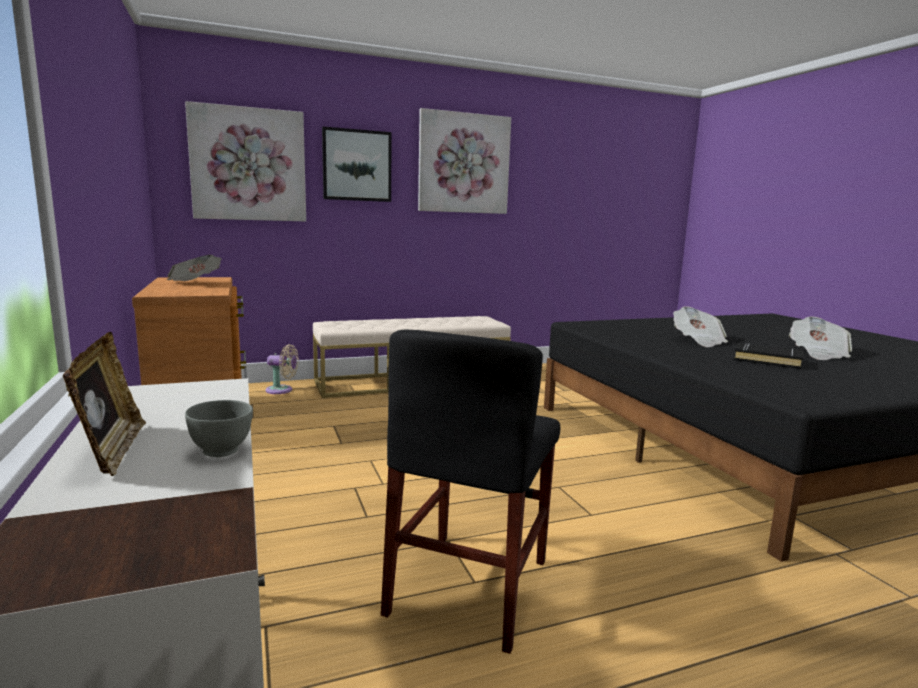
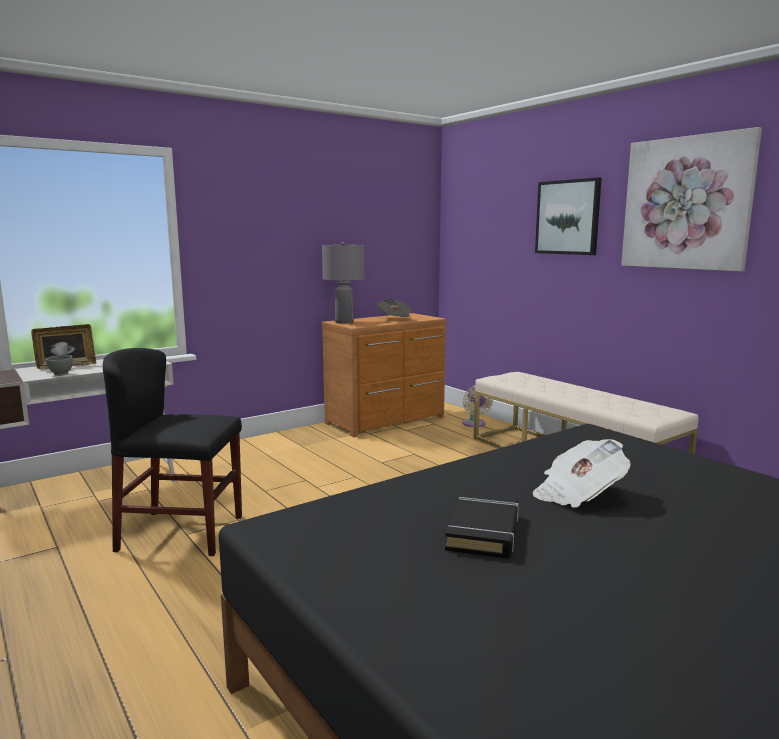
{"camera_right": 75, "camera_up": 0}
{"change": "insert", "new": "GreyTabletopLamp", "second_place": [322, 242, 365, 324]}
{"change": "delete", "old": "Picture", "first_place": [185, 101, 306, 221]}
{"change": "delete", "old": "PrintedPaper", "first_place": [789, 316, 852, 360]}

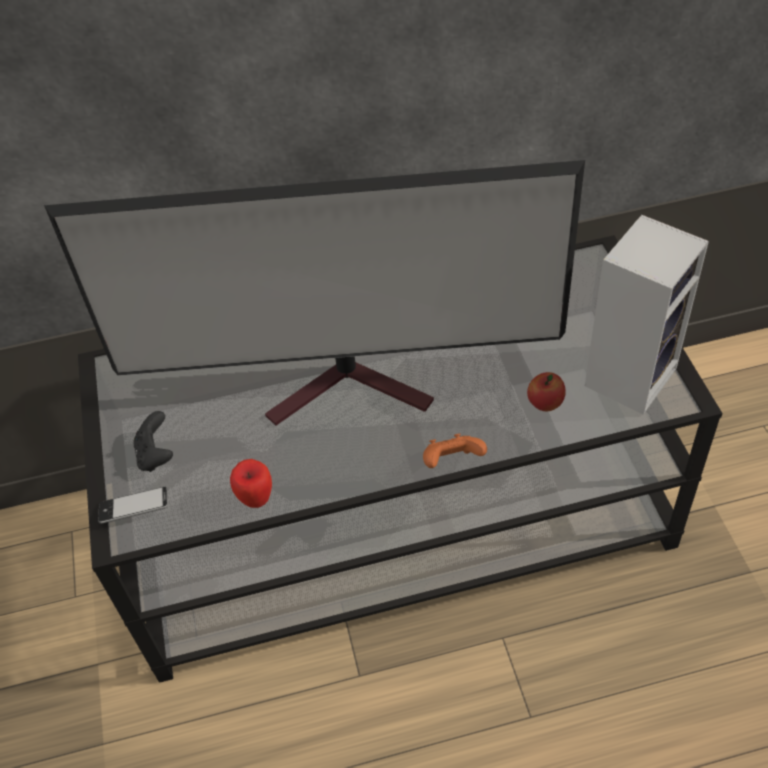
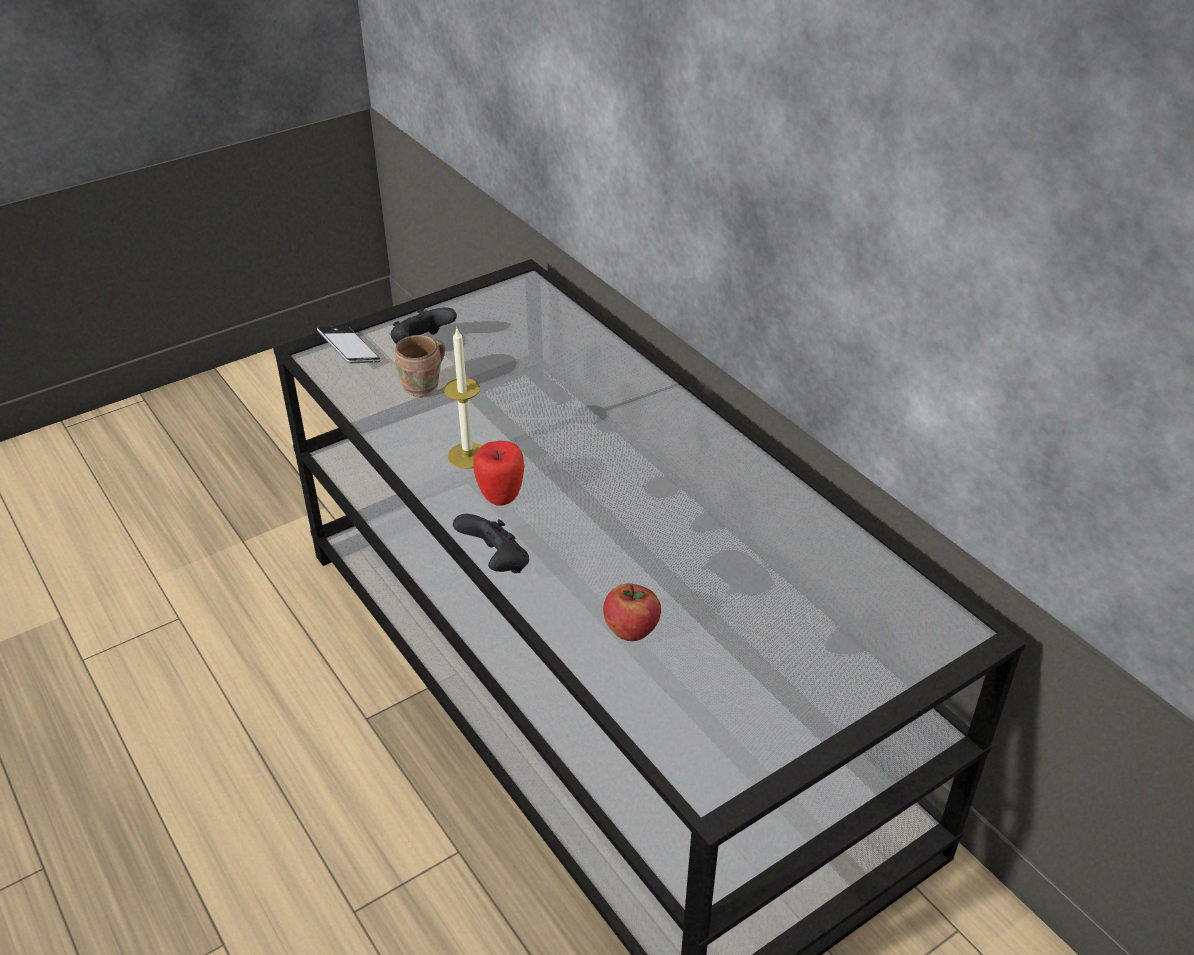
{"camera_right": 65, "camera_up": -10}
{"change": "insert", "new": "BrownTeaMug", "second_place": [395, 335, 445, 397]}
{"change": "insert", "new": "WaxLight", "second_place": [444, 329, 482, 469]}
{"change": "recolor", "old": "OrangeColouredJoypad", "new": "BlackishJoypad", "first_place": [423, 433, 487, 468], "second_place": [453, 514, 529, 573]}
{"change": "move", "old": "AppleFruit", "first_place": [230, 459, 272, 508], "second_place": [473, 441, 524, 506]}
{"change": "delete", "old": "TvSet", "first_place": [44, 160, 585, 426]}
{"change": "delete", "old": "Speaker", "first_place": [585, 215, 709, 415]}

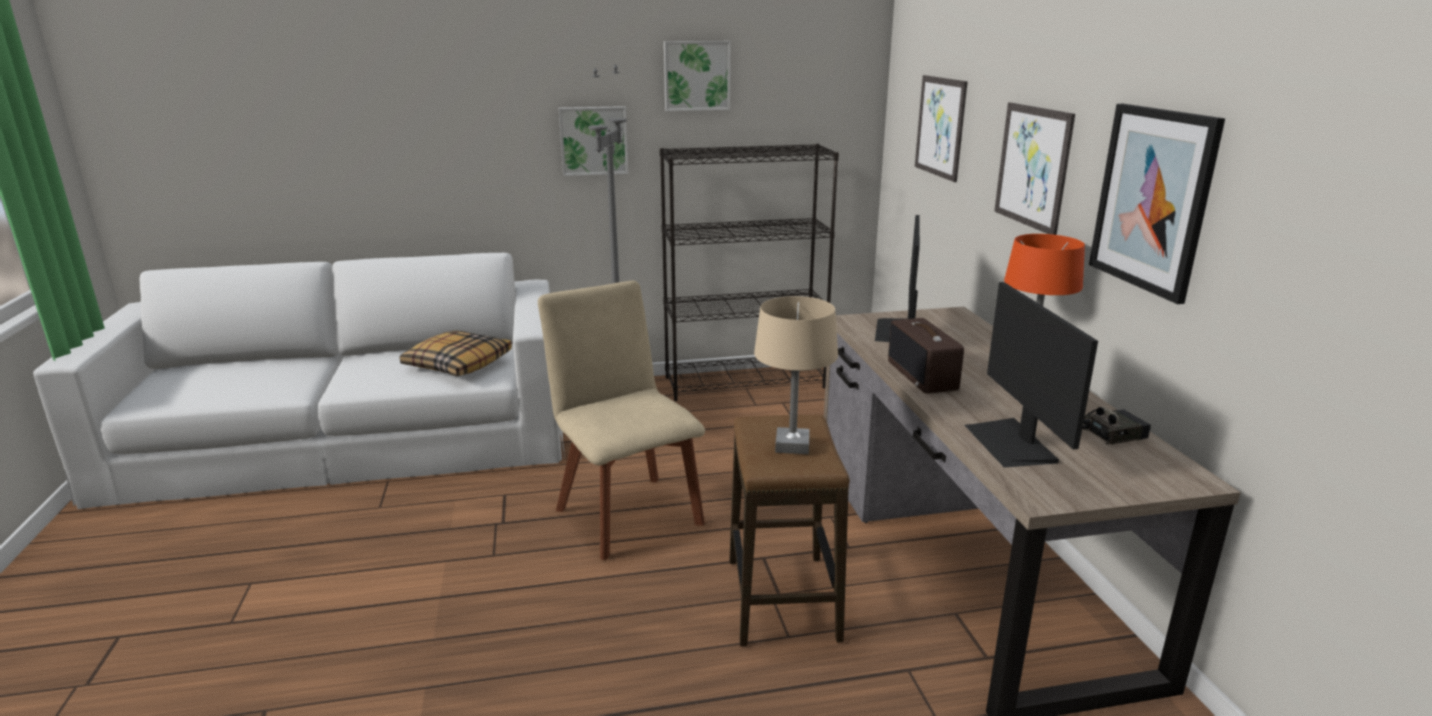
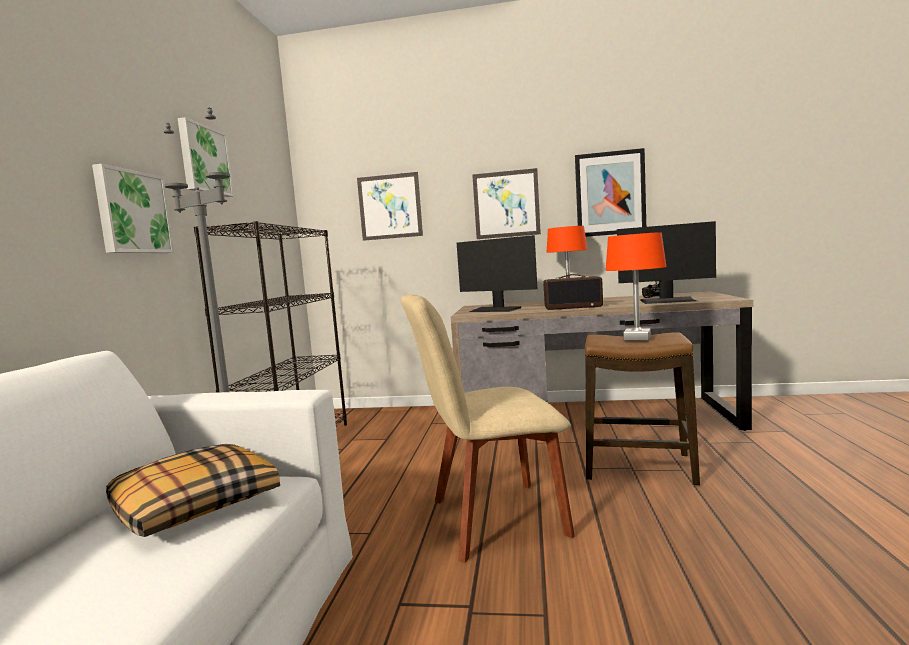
{"camera_right": -70, "camera_up": -15}
{"change": "recolor", "old": "BeigeColouredTabletopLamp", "new": "OrangeColouredTabletopLamp", "first_place": [754, 296, 838, 454], "second_place": [606, 232, 666, 341]}

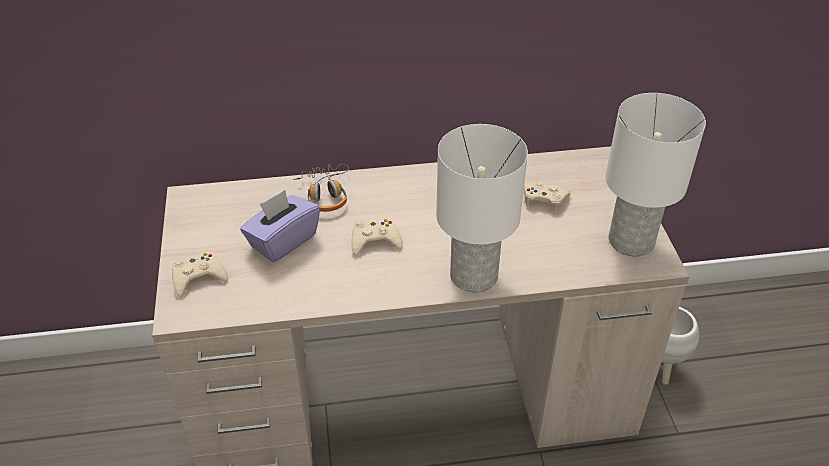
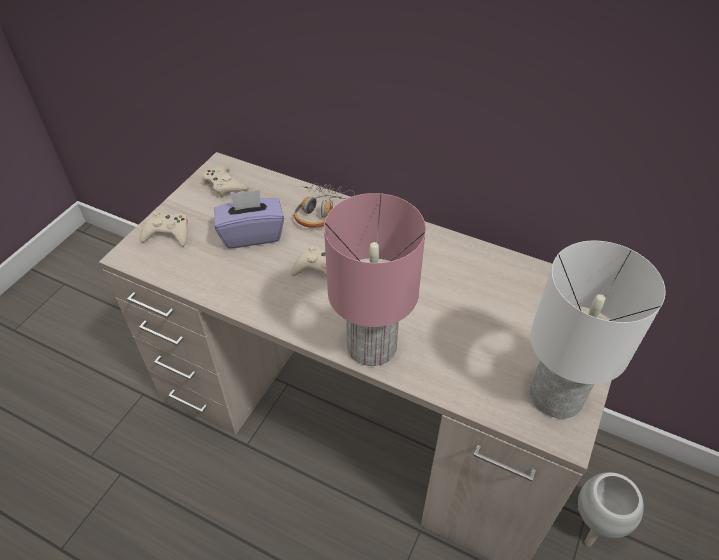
{"camera_right": 35, "camera_up": 5}
{"change": "move", "old": "BeigeColouredJoypad", "first_place": [524, 181, 571, 211], "second_place": [203, 166, 249, 198]}
{"change": "recolor", "old": "WhiteTabletopLamp", "new": "PinkishTabletopLamp", "first_place": [436, 124, 528, 292], "second_place": [324, 193, 426, 366]}

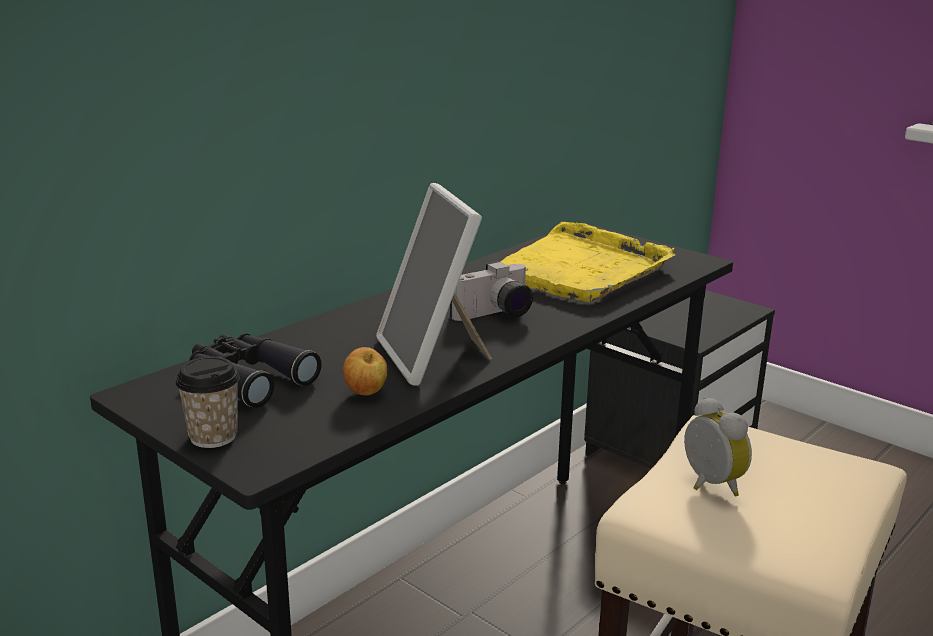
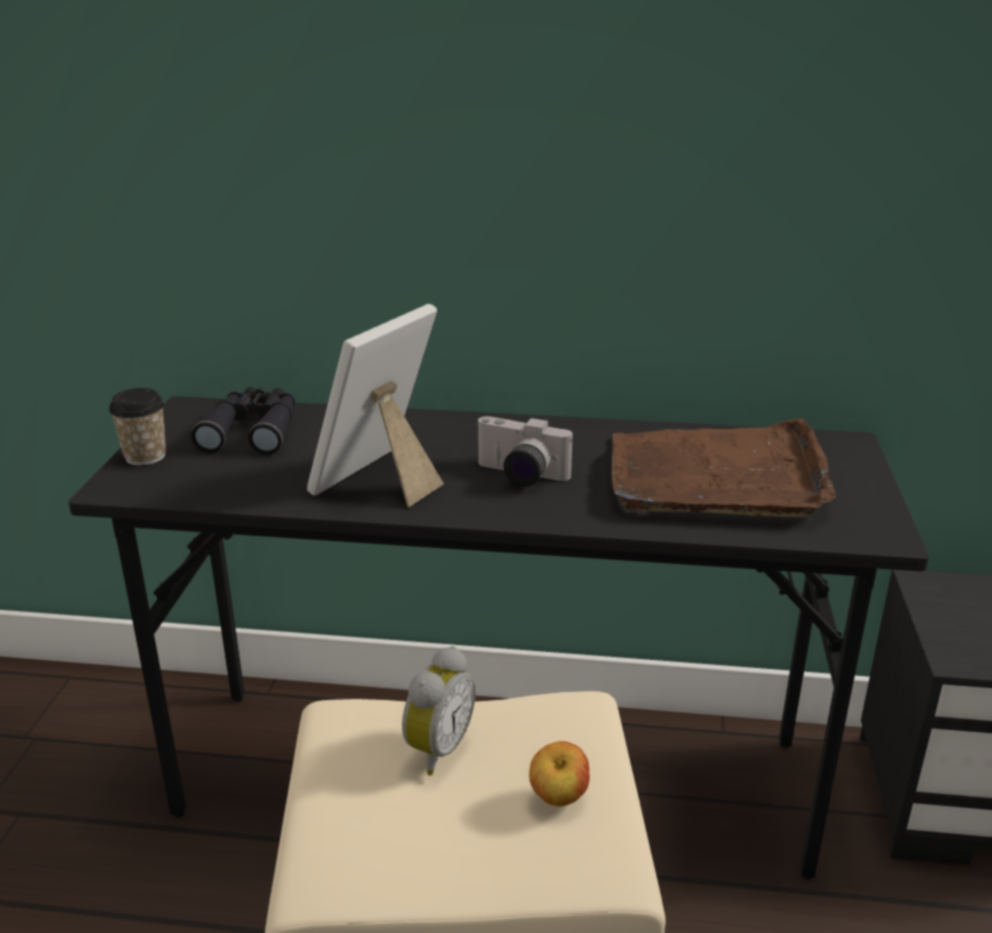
{"camera_right": 55, "camera_up": 5}
{"change": "move", "old": "AppleFruit", "first_place": [343, 347, 387, 396], "second_place": [529, 741, 590, 807]}
{"change": "recolor", "old": "YellowCarryingTray", "new": "BrownCarryingTray", "first_place": [501, 222, 675, 302], "second_place": [611, 418, 836, 517]}

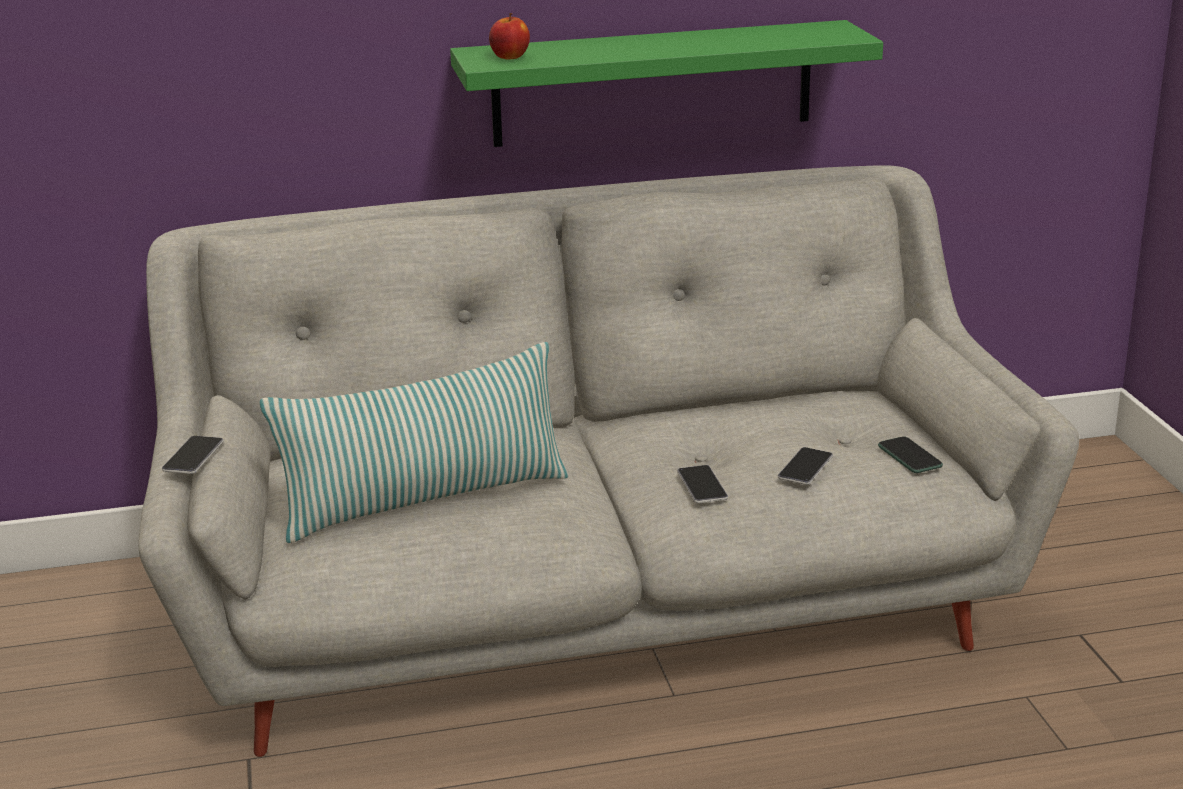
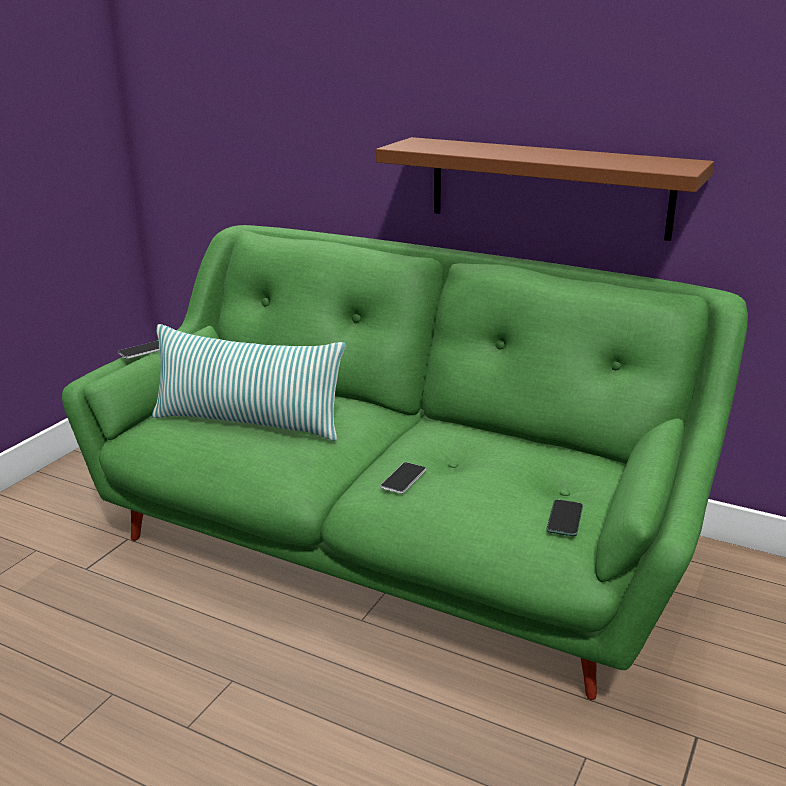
{"camera_right": 40, "camera_up": 0}
{"change": "recolor", "old": "GreySettee", "new": "GreenSettee", "first_place": [138, 165, 1079, 757], "second_place": [62, 225, 748, 700]}
{"change": "recolor", "old": "GreenShelf", "new": "BrownShelf", "first_place": [450, 20, 883, 147], "second_place": [376, 137, 714, 241]}
{"change": "delete", "old": "AppleFruit", "first_place": [489, 13, 530, 60]}
{"change": "delete", "old": "Phone", "first_place": [778, 447, 833, 485]}

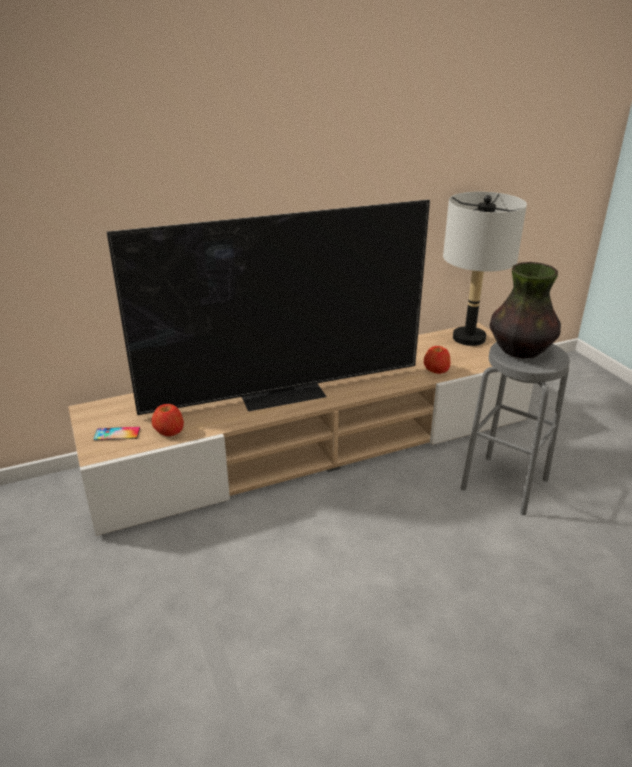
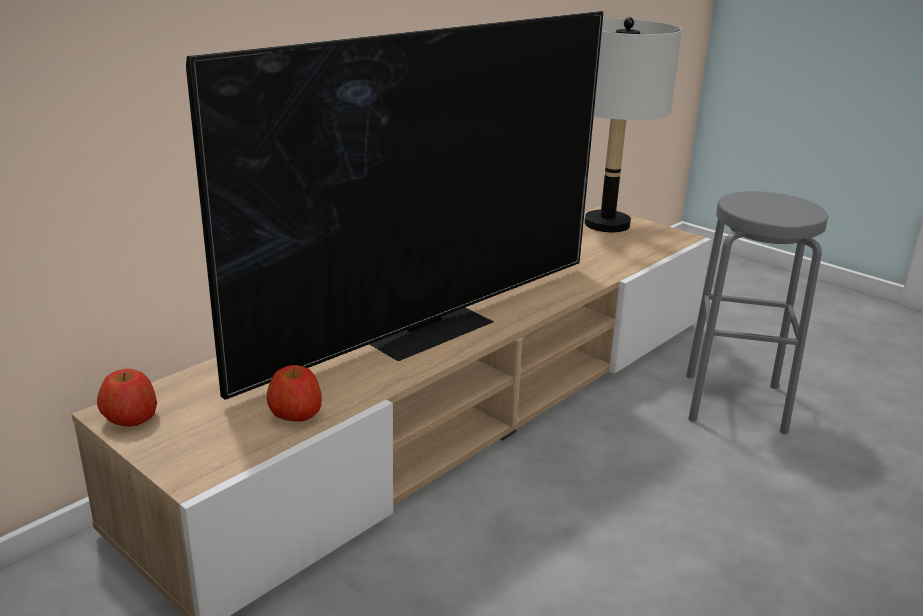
{"camera_right": -25, "camera_up": -5}
{"change": "move", "old": "AppleFruit", "first_place": [424, 346, 451, 374], "second_place": [97, 369, 157, 426]}
{"change": "delete", "old": "Phone", "first_place": [94, 427, 140, 440]}
{"change": "delete", "old": "Vase", "first_place": [490, 262, 561, 359]}

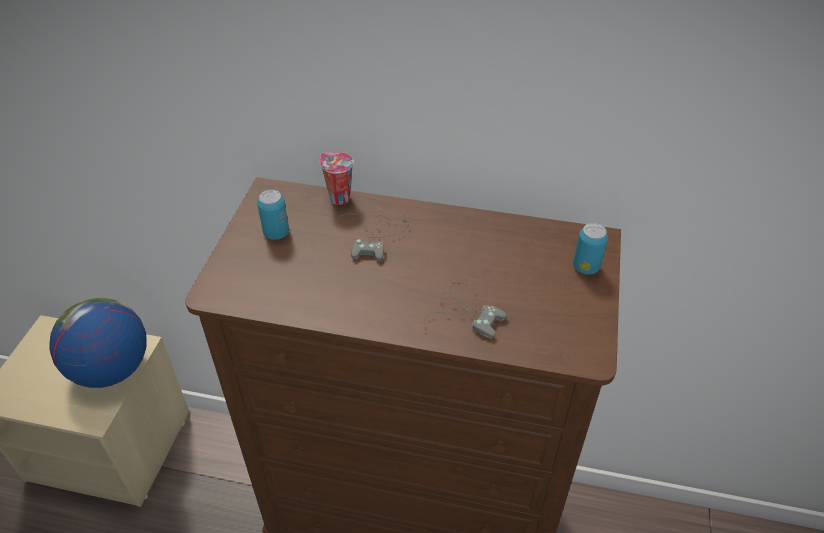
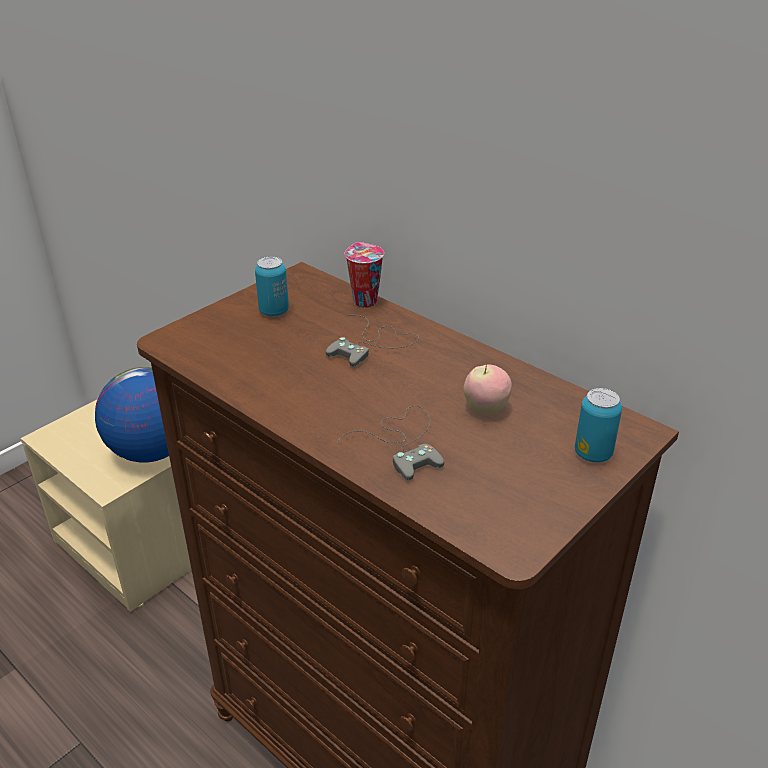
{"camera_right": 30, "camera_up": -10}
{"change": "insert", "new": "AppleFruit", "second_place": [463, 364, 512, 415]}

